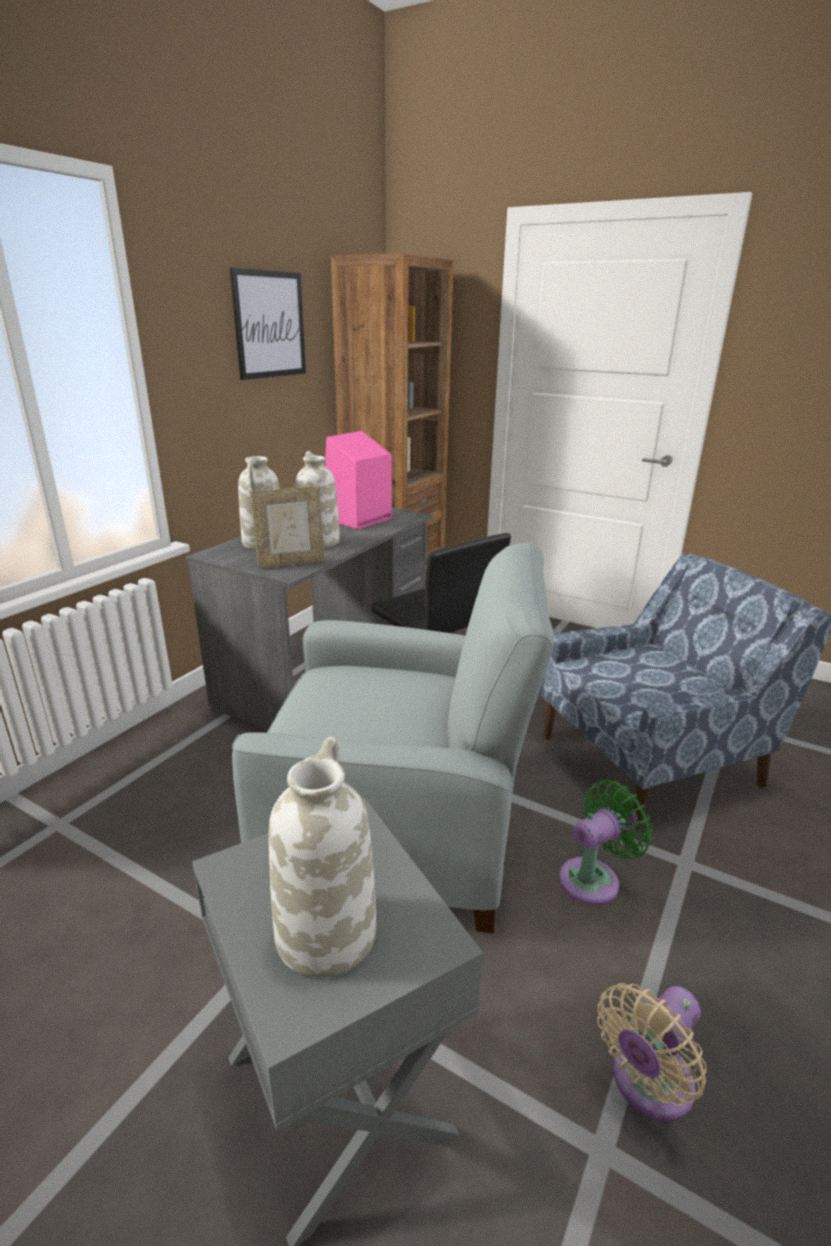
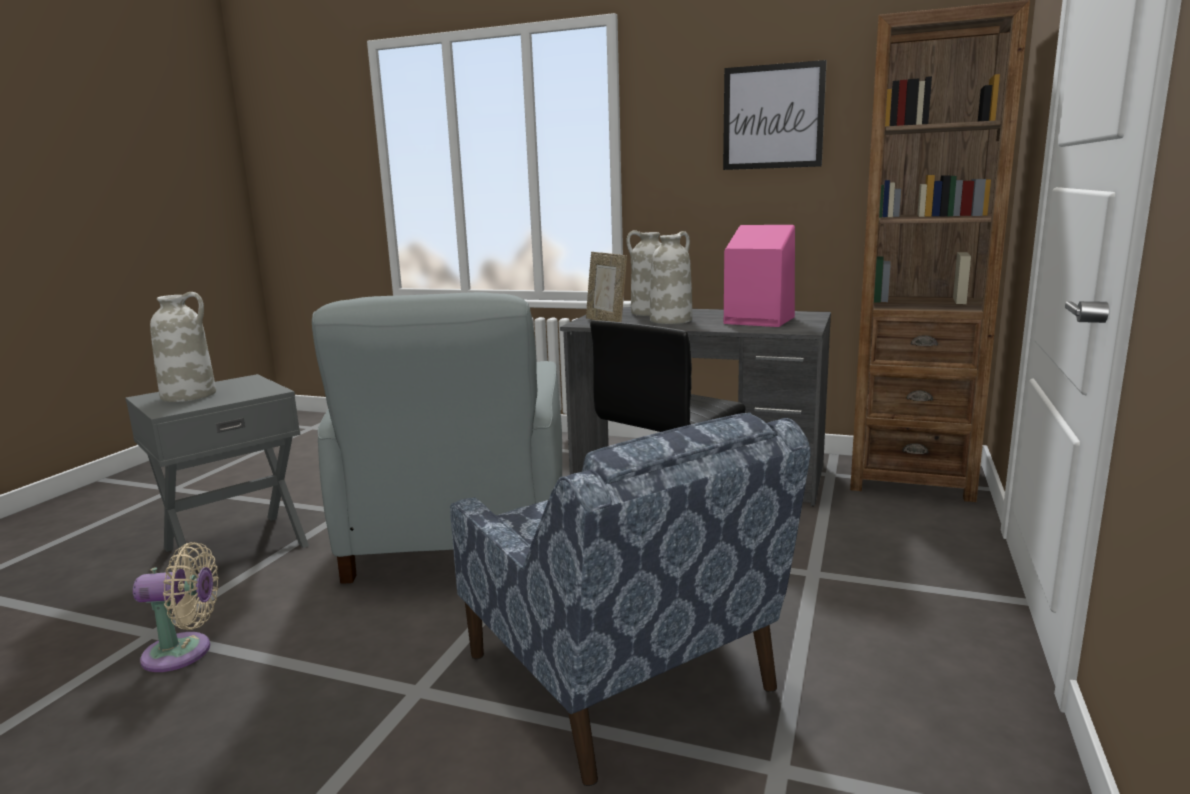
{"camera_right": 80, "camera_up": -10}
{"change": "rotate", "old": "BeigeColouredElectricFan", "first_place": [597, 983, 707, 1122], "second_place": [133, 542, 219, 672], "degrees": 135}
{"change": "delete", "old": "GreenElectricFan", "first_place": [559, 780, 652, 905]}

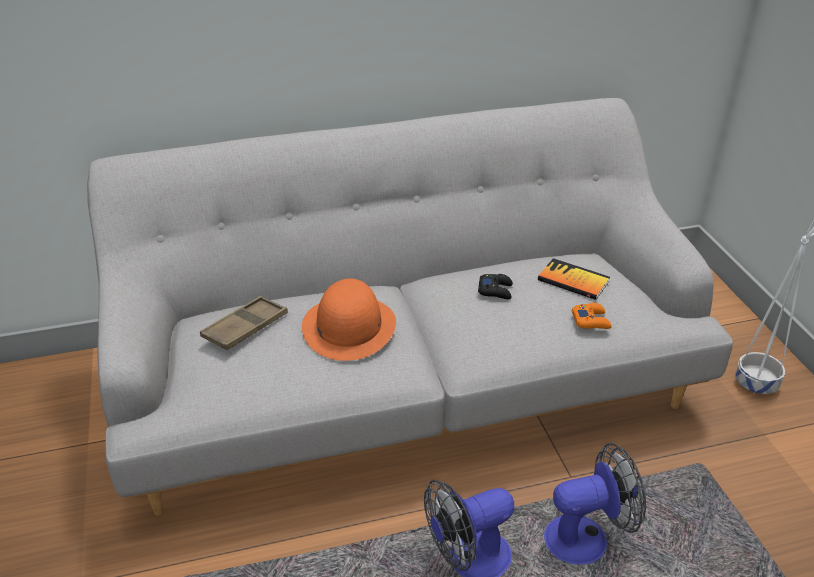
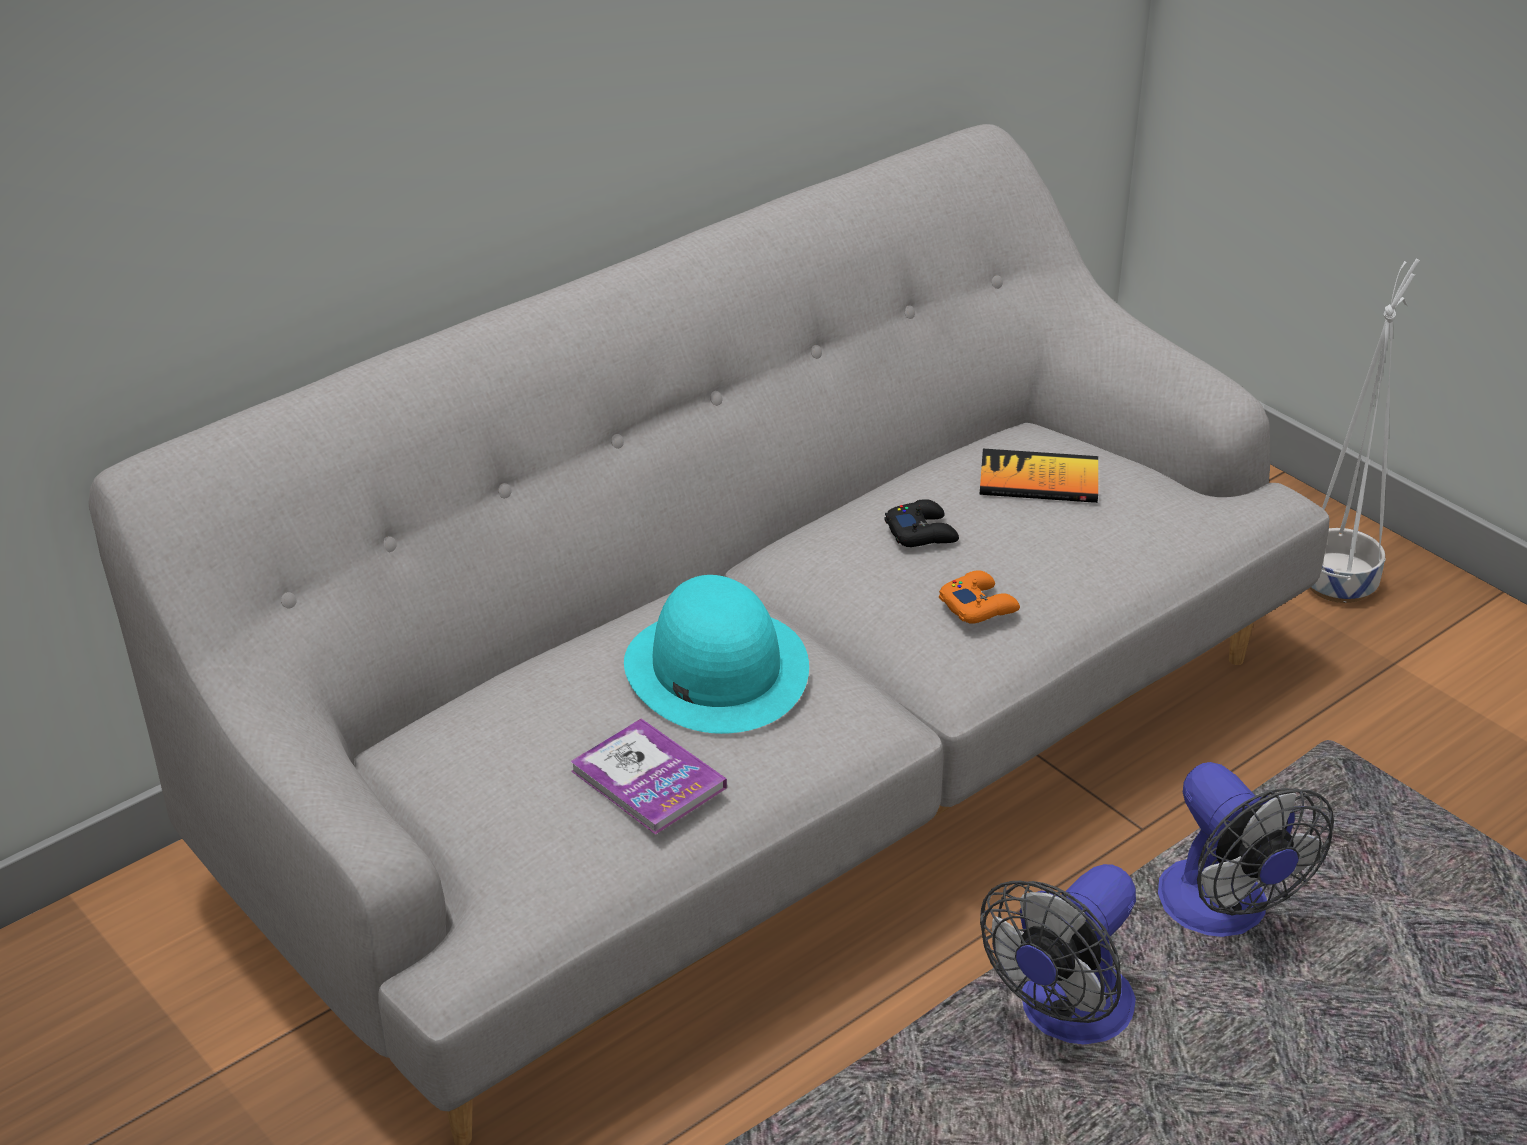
{"camera_right": -25, "camera_up": 0}
{"change": "insert", "new": "BoundBook", "second_place": [570, 718, 727, 835]}
{"change": "recolor", "old": "OrangeColouredWearableHat", "new": "TurquoiseWearableHat", "first_place": [302, 278, 396, 361], "second_place": [624, 575, 809, 734]}
{"change": "move", "old": "OrangeColouredJoypad", "first_place": [572, 303, 612, 329], "second_place": [939, 570, 1020, 624]}
{"change": "rotate", "old": "ElectricFan", "first_place": [544, 443, 646, 564], "second_place": [1158, 762, 1334, 937], "degrees": 105}
{"change": "delete", "old": "BrownCarryingTray", "first_place": [200, 296, 288, 350]}

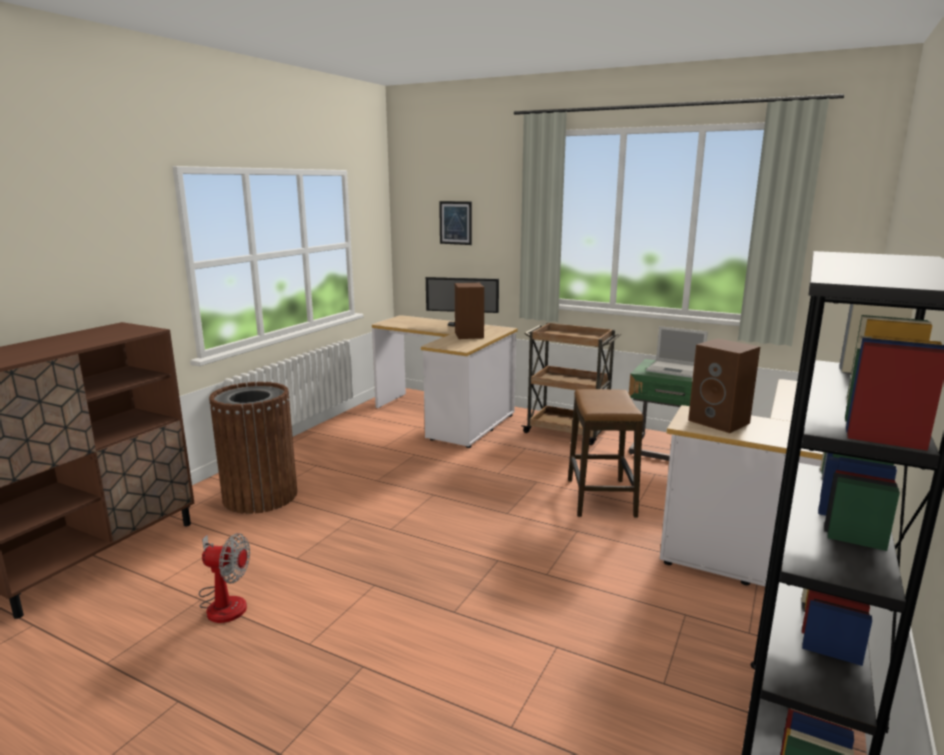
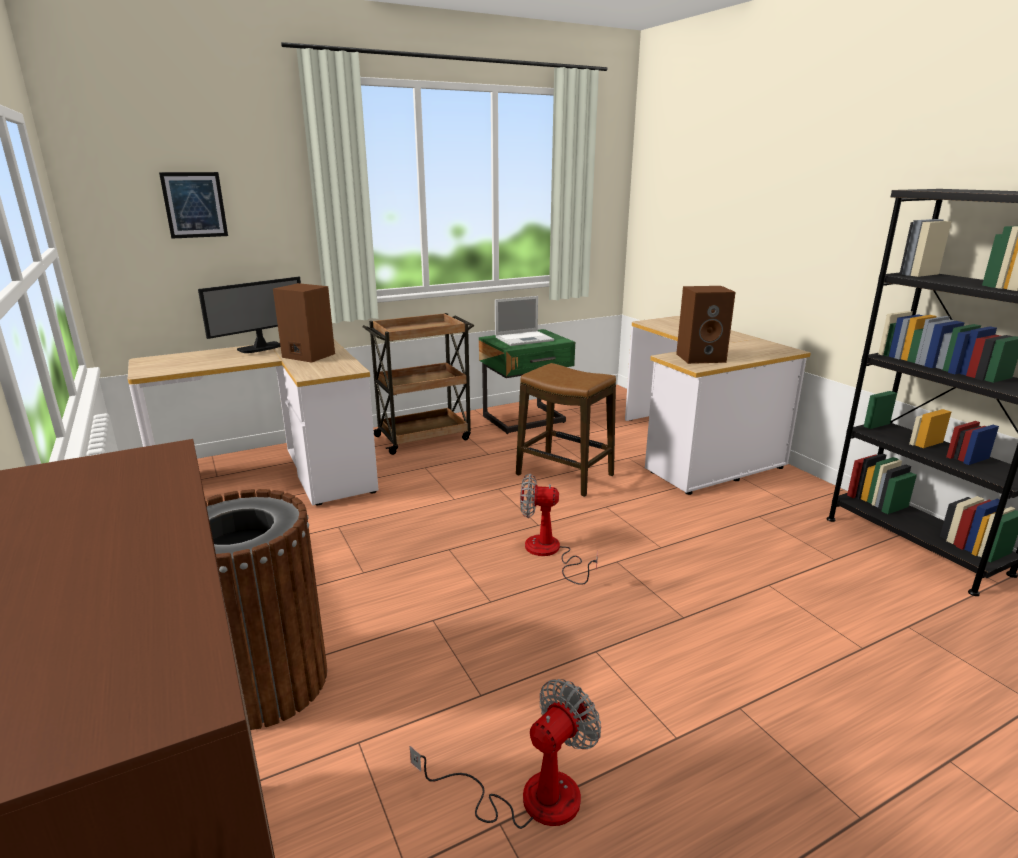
{"camera_right": -55, "camera_up": 5}
{"change": "insert", "new": "ElectricFan", "second_place": [520, 473, 598, 585]}

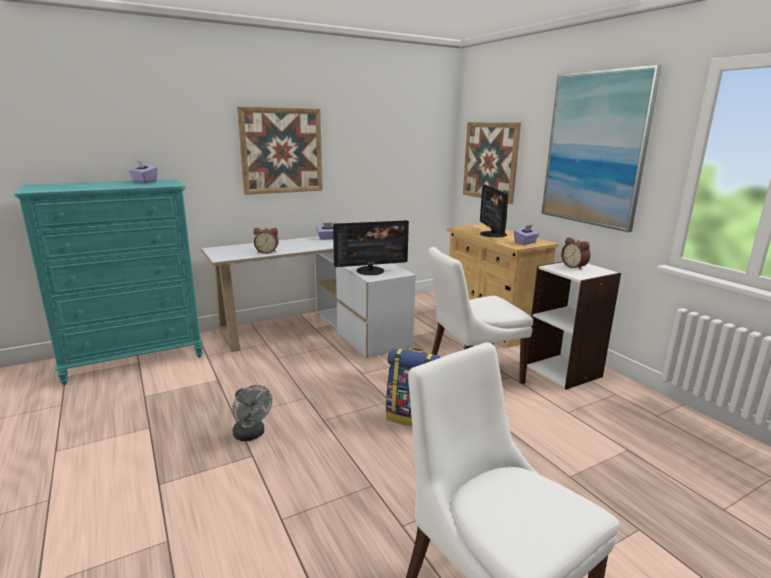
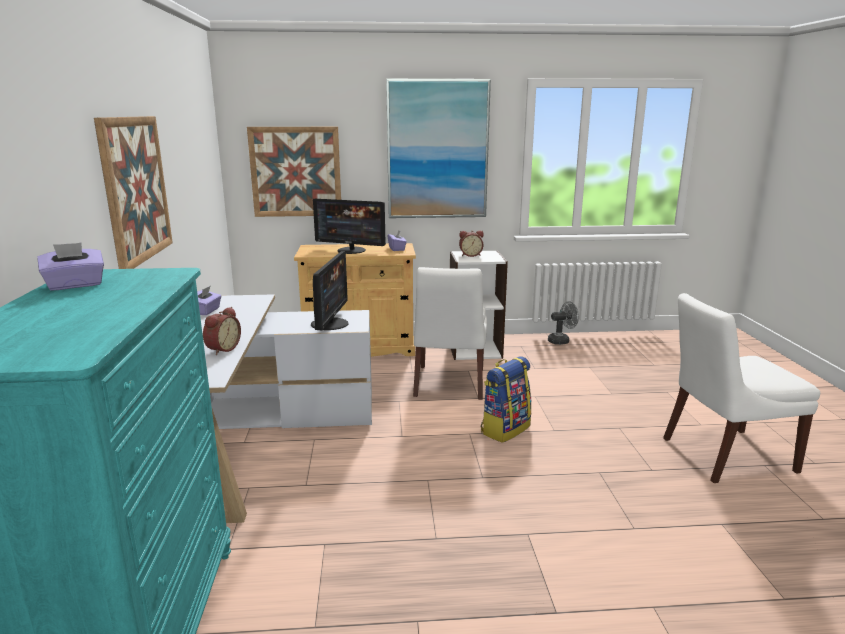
{"camera_right": -65, "camera_up": 0}
{"change": "move", "old": "GreyElectricFan", "first_place": [232, 385, 272, 441], "second_place": [548, 301, 579, 345]}

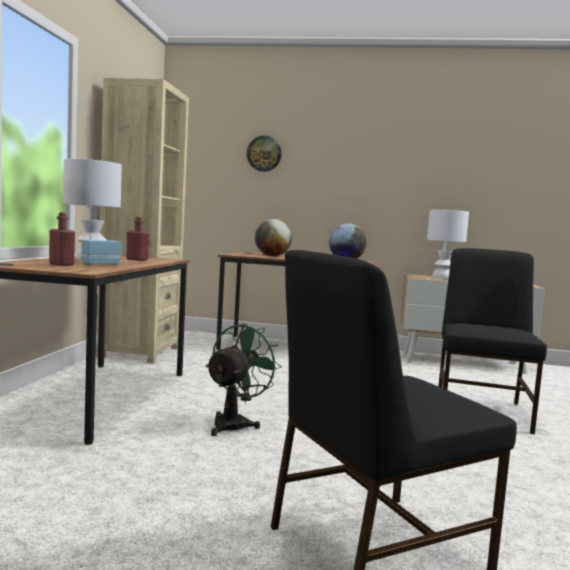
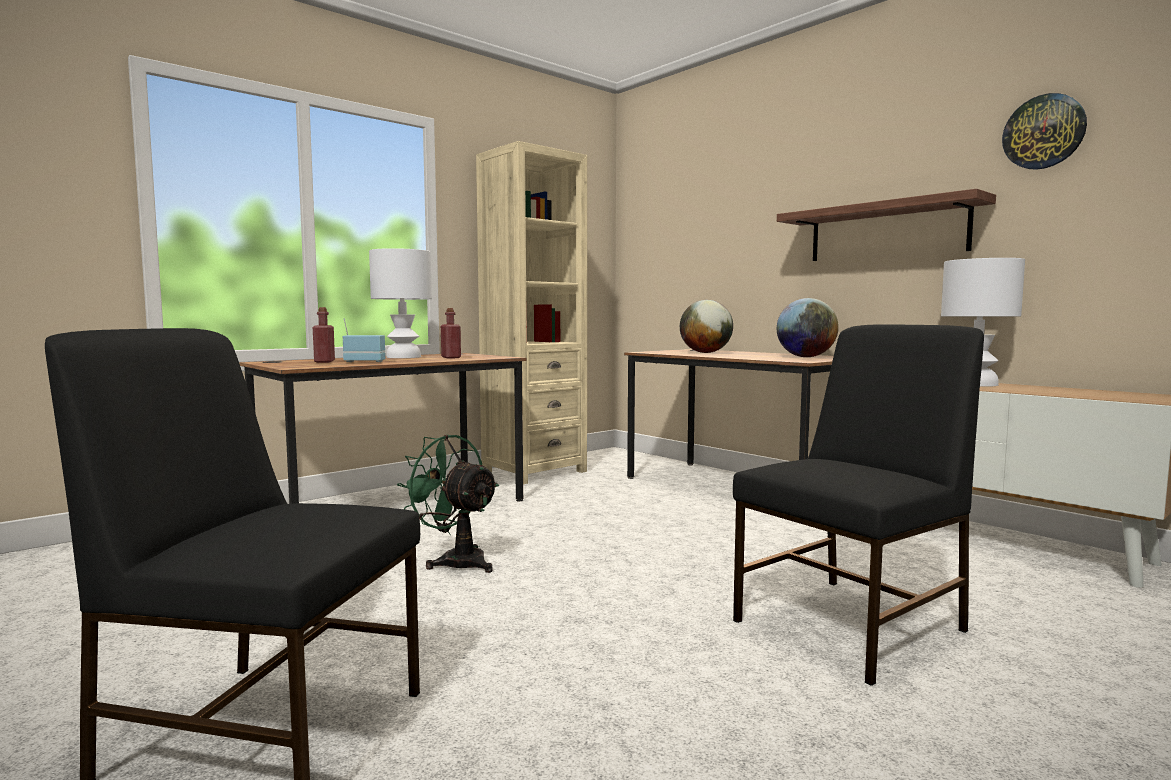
{"camera_right": 40, "camera_up": 0}
{"change": "rotate", "old": "GreenElectricFan", "first_place": [206, 323, 282, 436], "second_place": [397, 435, 499, 573], "degrees": -120}
{"change": "insert", "new": "Shelf", "second_place": [777, 189, 996, 261]}
{"change": "move", "old": "ClockOnTheWall", "first_place": [247, 136, 282, 172], "second_place": [1002, 93, 1087, 170]}

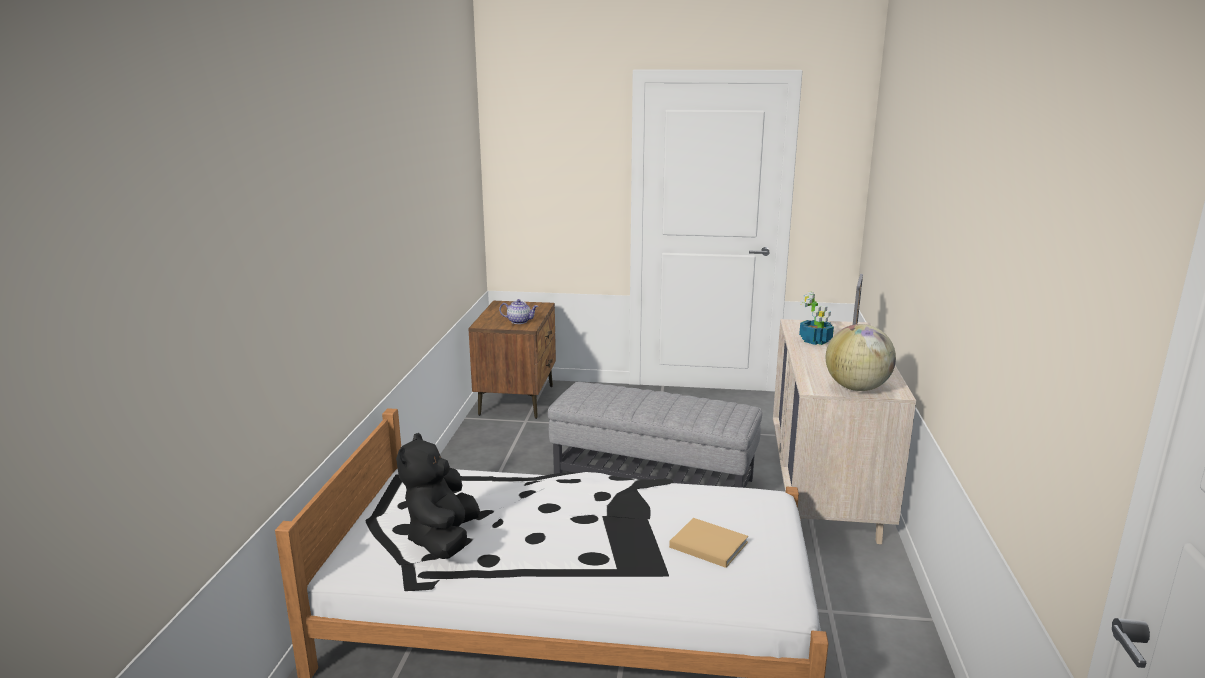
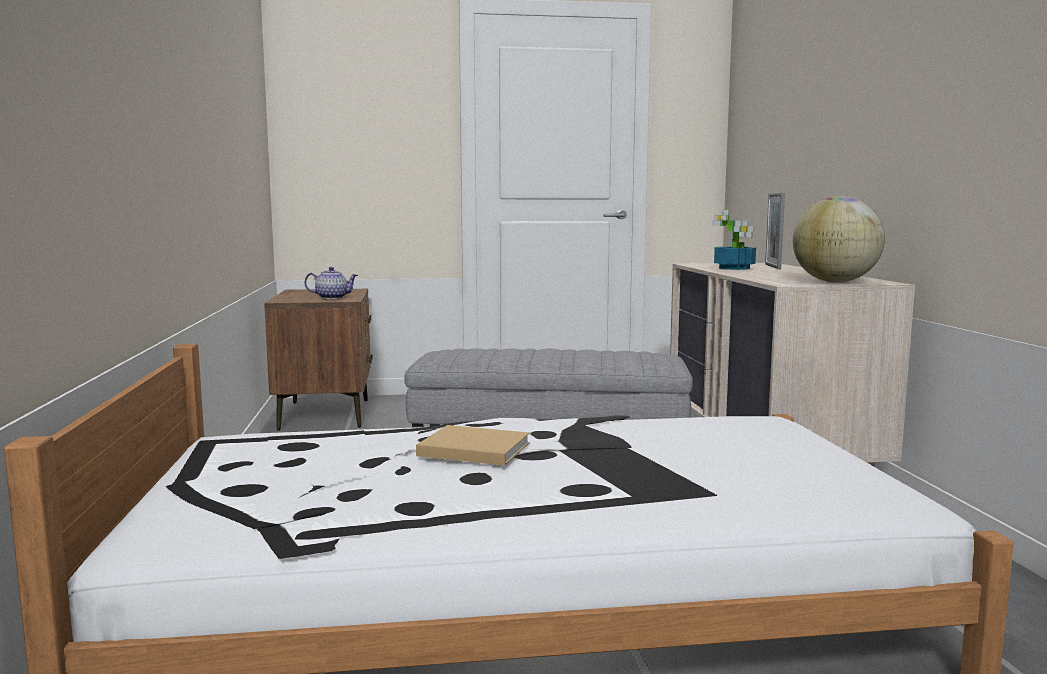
{"camera_right": -15, "camera_up": -10}
{"change": "move", "old": "BeigeColouredBoundBook", "first_place": [669, 518, 748, 568], "second_place": [416, 425, 530, 466]}
{"change": "delete", "old": "BlackishSoftToy", "first_place": [396, 433, 480, 559]}

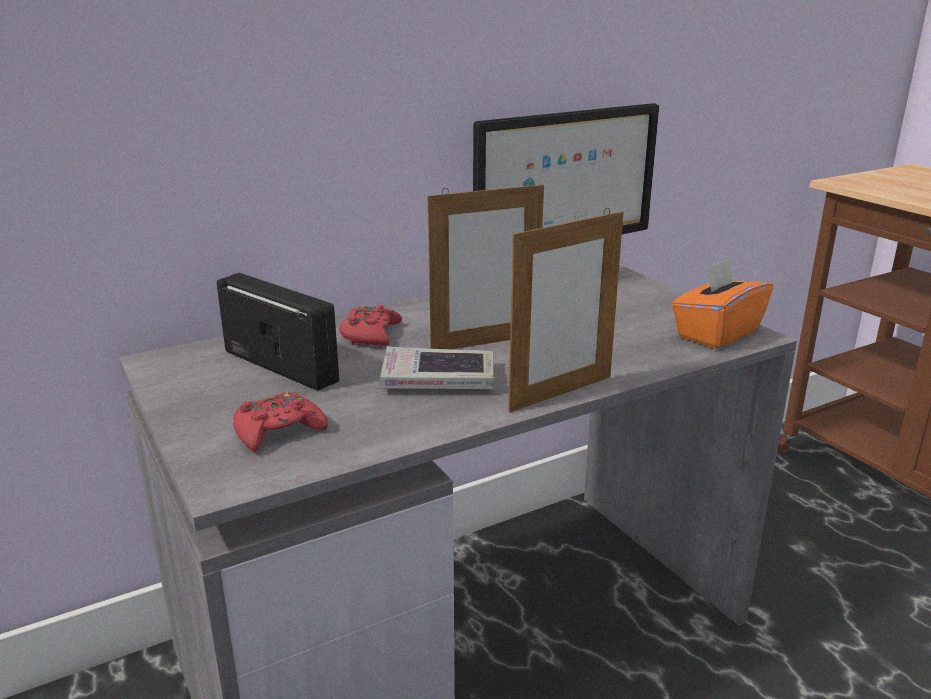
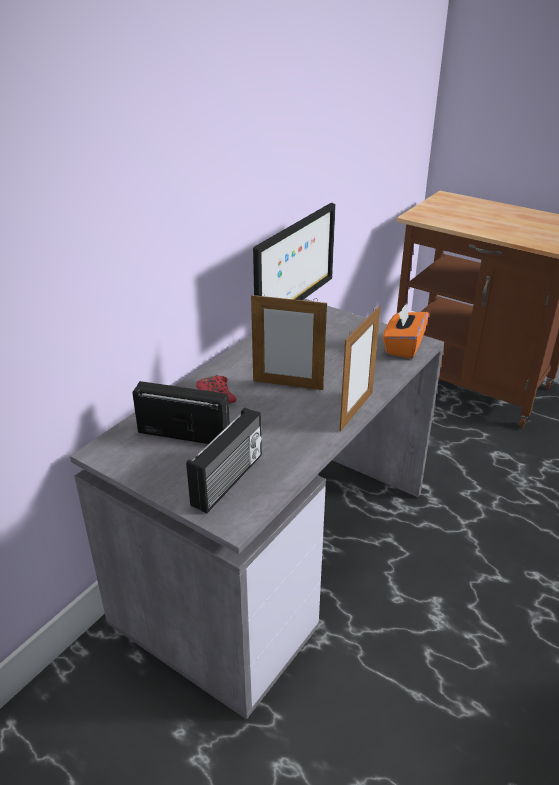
{"camera_right": -25, "camera_up": 10}
{"change": "replace", "old": "RedJoypad", "new": "RadioSet", "first_place": [233, 391, 328, 452], "second_place": [186, 408, 262, 513]}
{"change": "rotate", "old": "PictureFrame", "first_place": [428, 180, 544, 350], "second_place": [251, 293, 327, 390], "degrees": 60}
{"change": "delete", "old": "BoundBook", "first_place": [380, 346, 494, 389]}

